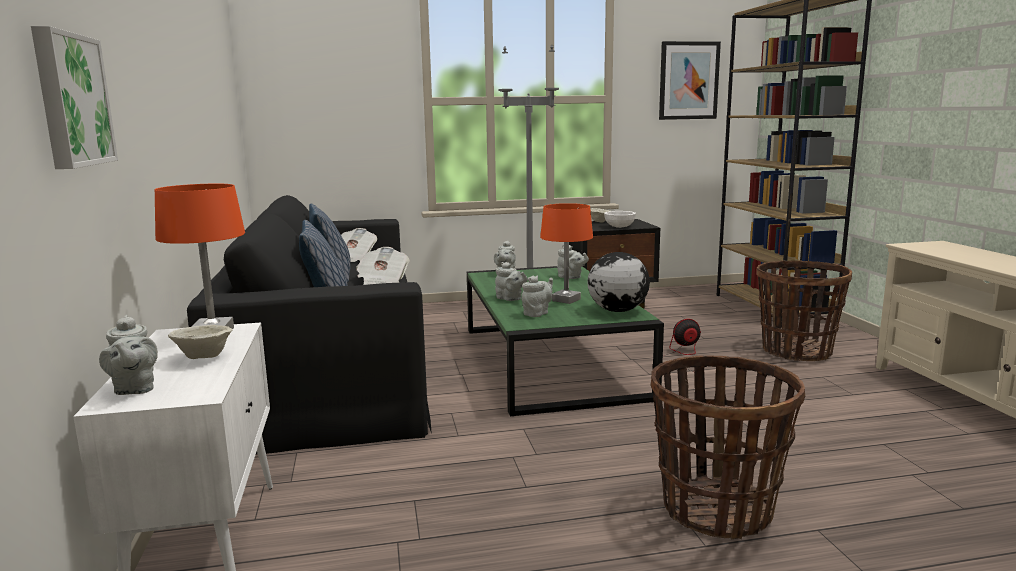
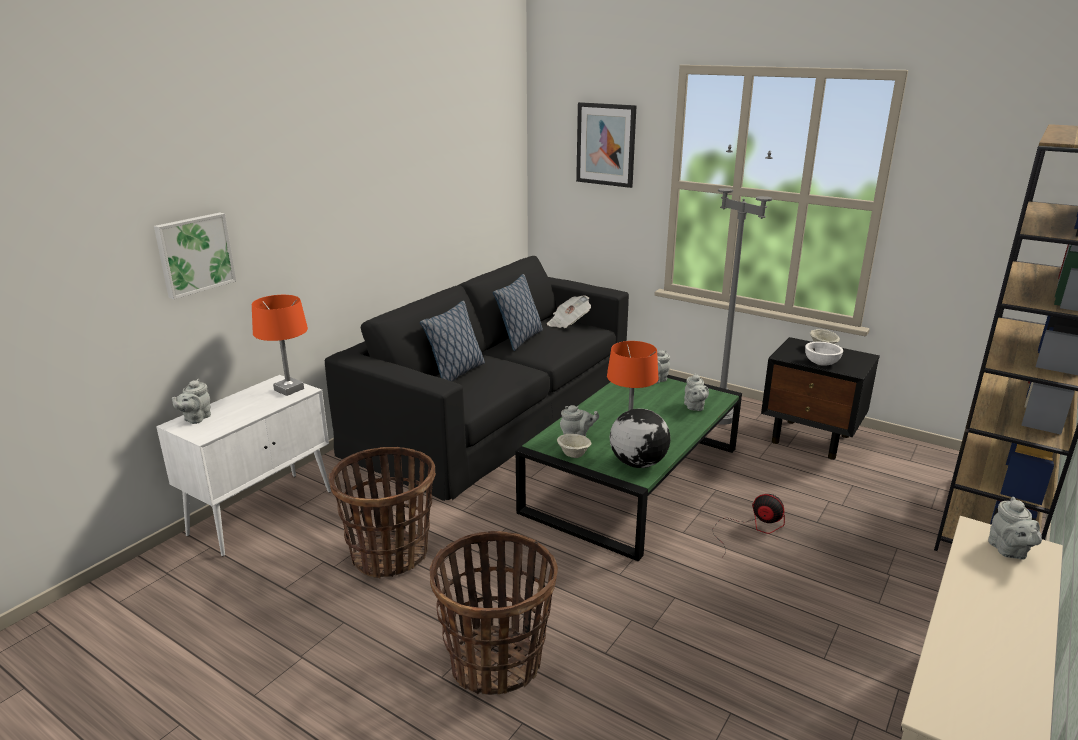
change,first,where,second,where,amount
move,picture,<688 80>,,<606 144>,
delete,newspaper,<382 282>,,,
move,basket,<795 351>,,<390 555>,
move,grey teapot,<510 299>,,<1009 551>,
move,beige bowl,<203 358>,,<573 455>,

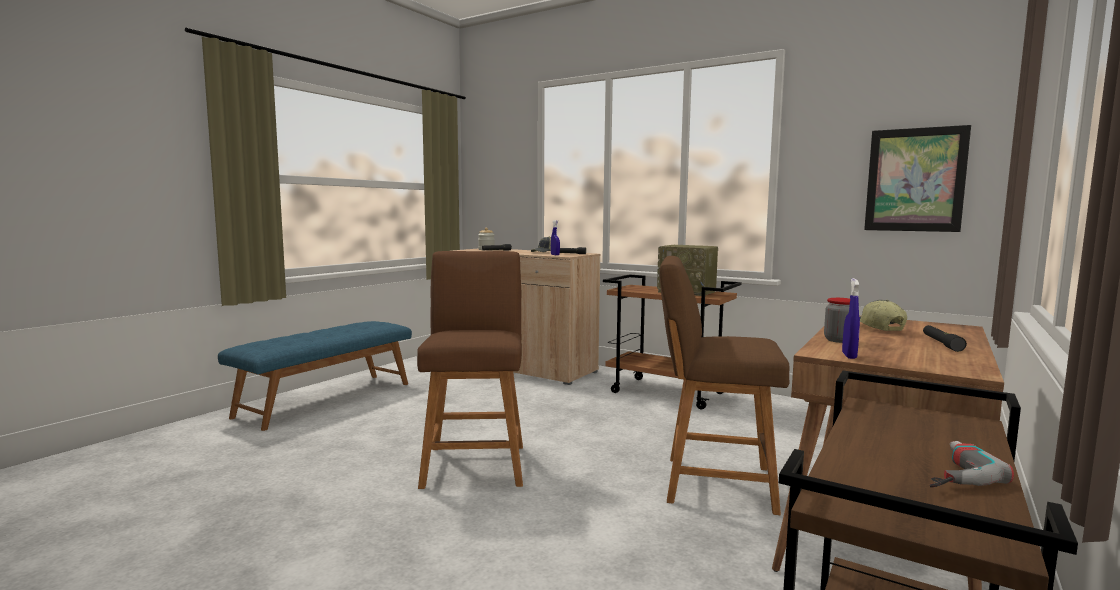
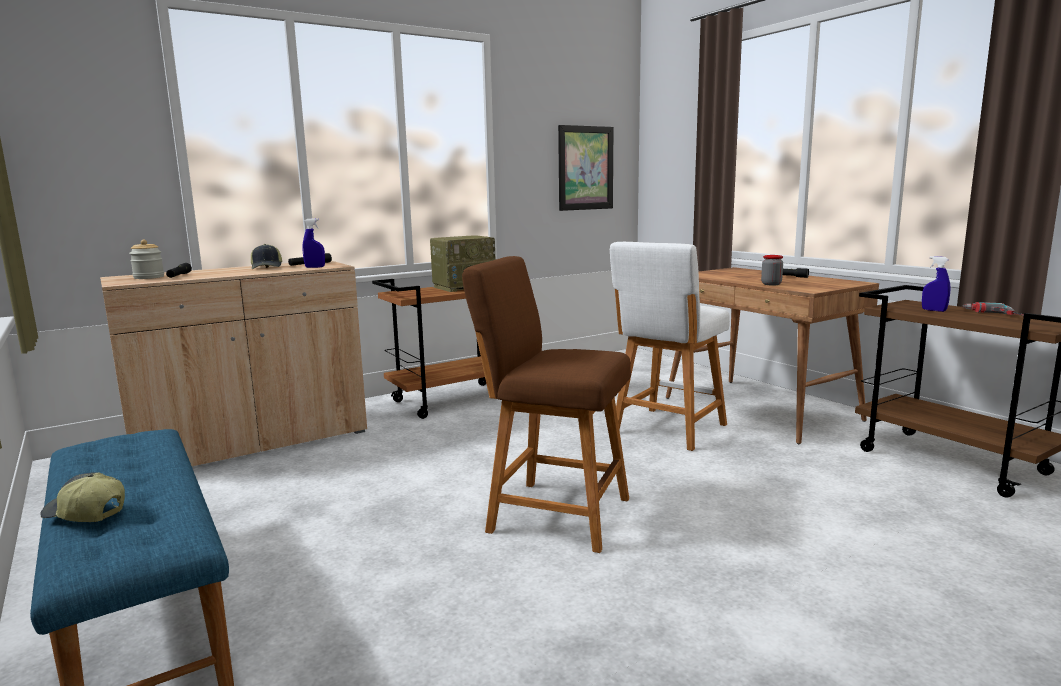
change,first,where,second,where,amount
recolor,brown stool,<712 483>,white stool,<667 430>,
move,blue spray bottle,<849 356>,,<934 310>,
move,cap,<876 328>,,<84 514>,

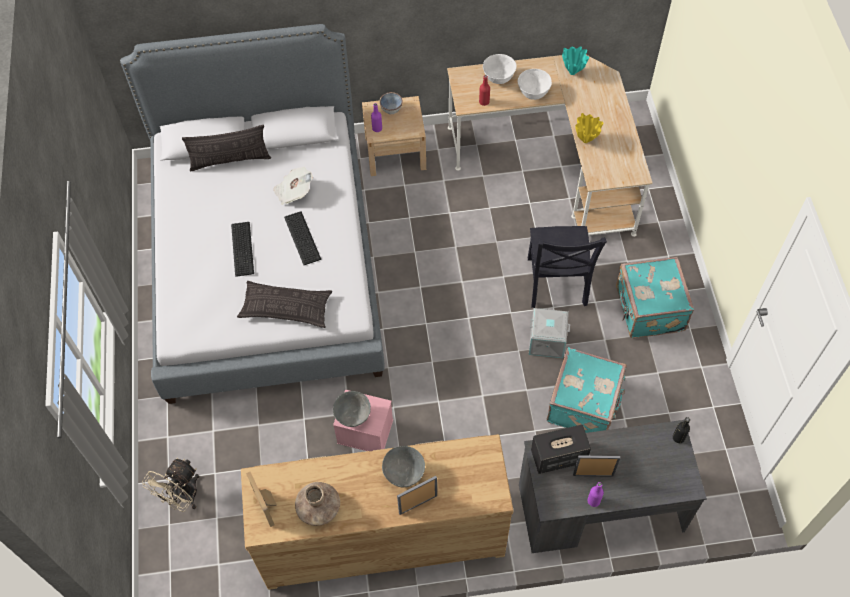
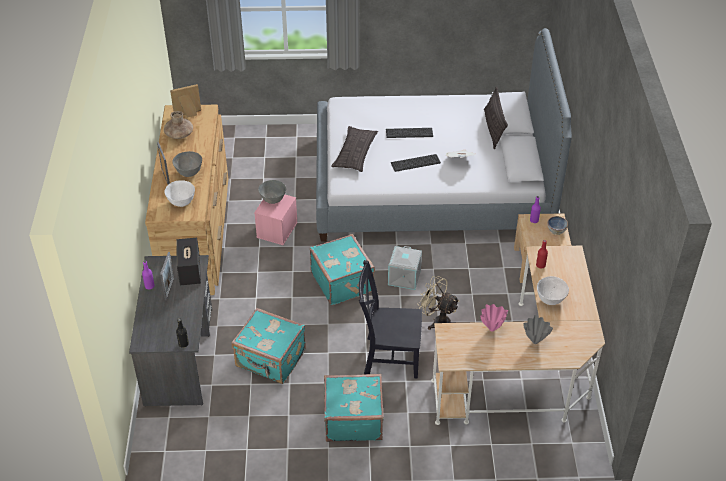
change,first,where,second,where,amount
delete,turquoise vase,<573 73>,,,
move,white bowl,<498 78>,,<182 202>,
recolor,yellow vase,<585 141>,pink vase,<491 329>,
move,grey storage box,<547 340>,,<405 277>,
move,beige fan,<182 497>,,<437 321>,
insert,,,turquoise suitcase,<343 281>,
insert,,,grey vase,<534 341>,

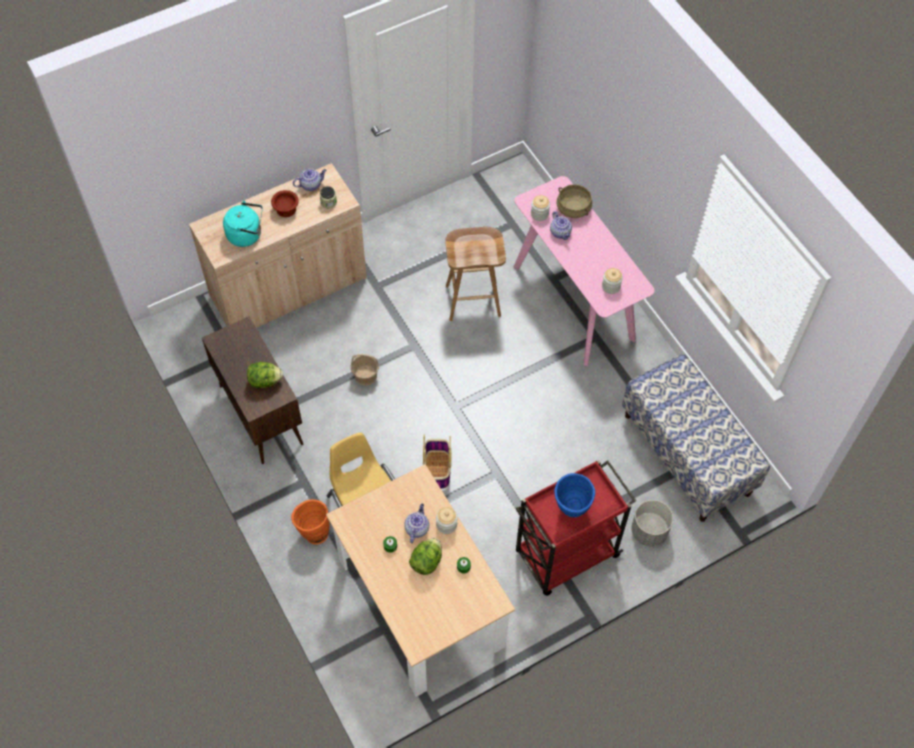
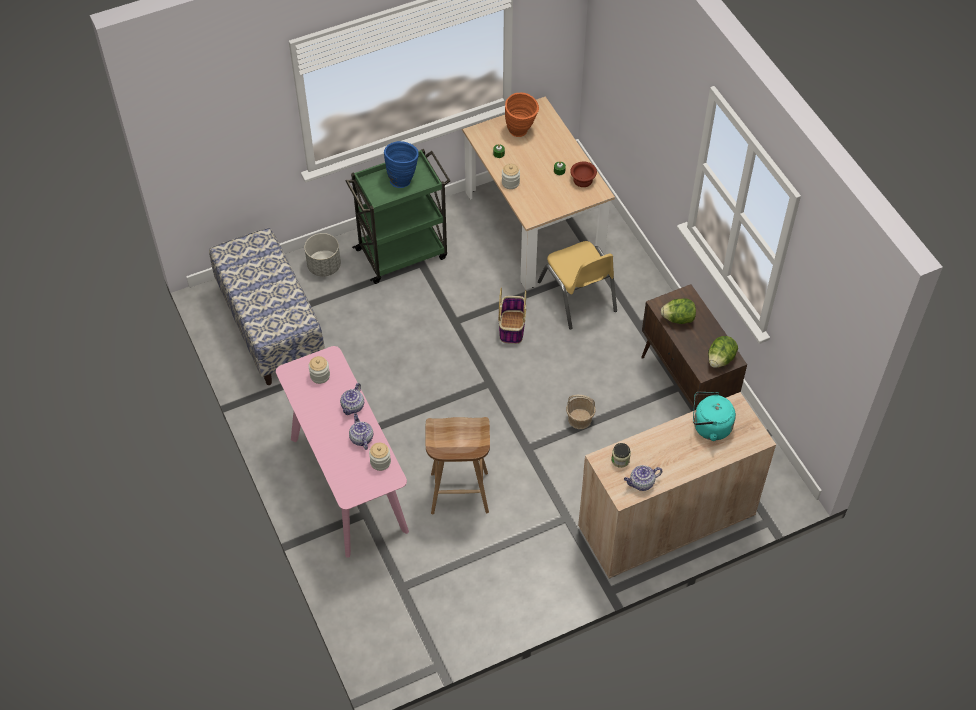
change,first,where,second,where,amount
delete,beige cooking pot,<573 208>,,,
move,brown bowl,<285 209>,,<583 180>,
recolor,red cart,<565 555>,green cart,<403 253>,
move,orange vase,<313 532>,,<521 132>,
move,teapot,<416 528>,,<353 407>,
move,lettuce,<426 561>,,<720 359>,

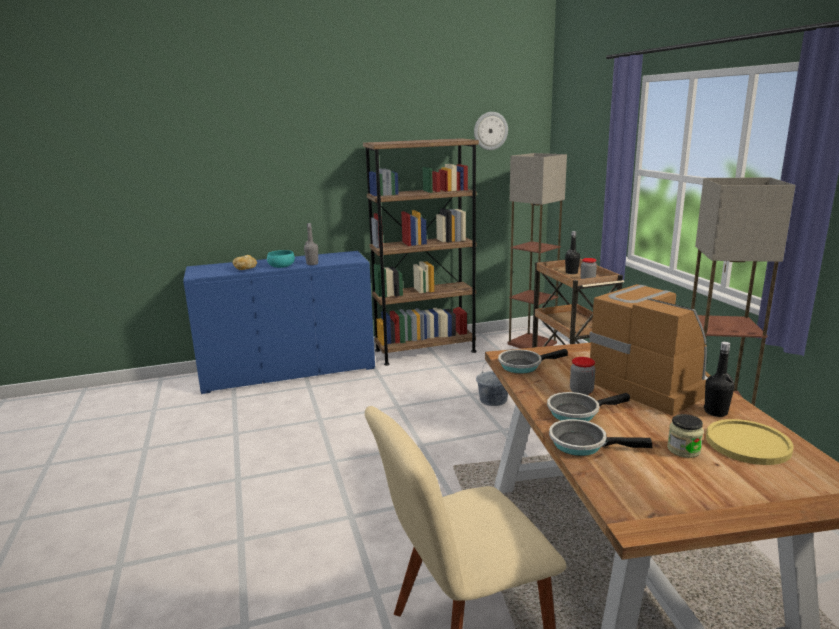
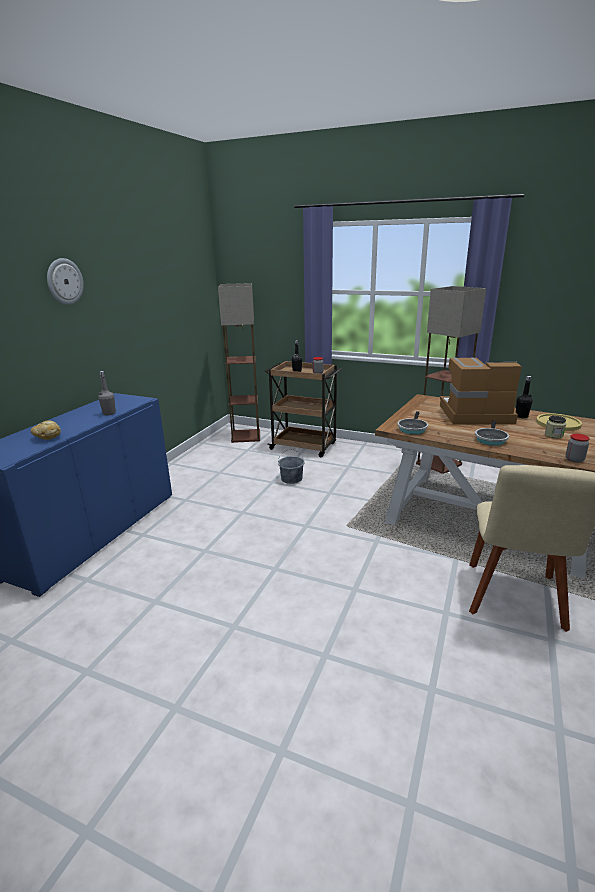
change,first,where,second,where,amount
move,wall clock,<490 131>,,<64 281>,
delete,brown bookcase,<425 351>,,,
delete,turquoise bowl,<281 266>,,,
move,jar,<581 392>,,<574 459>,
delete,frying pan,<582 444>,,,

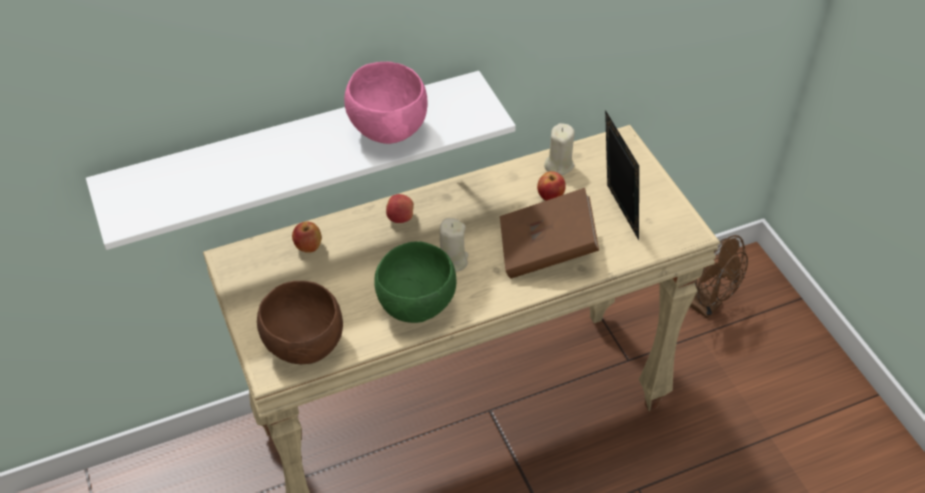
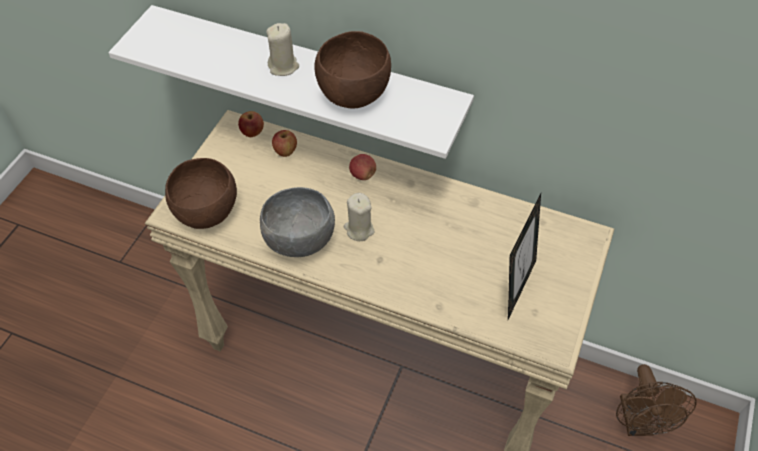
change,first,where,second,where,amount
recolor,pink bowl,<387 131>,brown bowl,<353 95>,
move,beige candle,<559 165>,,<283 66>,
move,apple,<550 196>,,<252 133>,
delete,brown book,<546 250>,,,
recolor,green bowl,<417 305>,grey bowl,<301 242>,

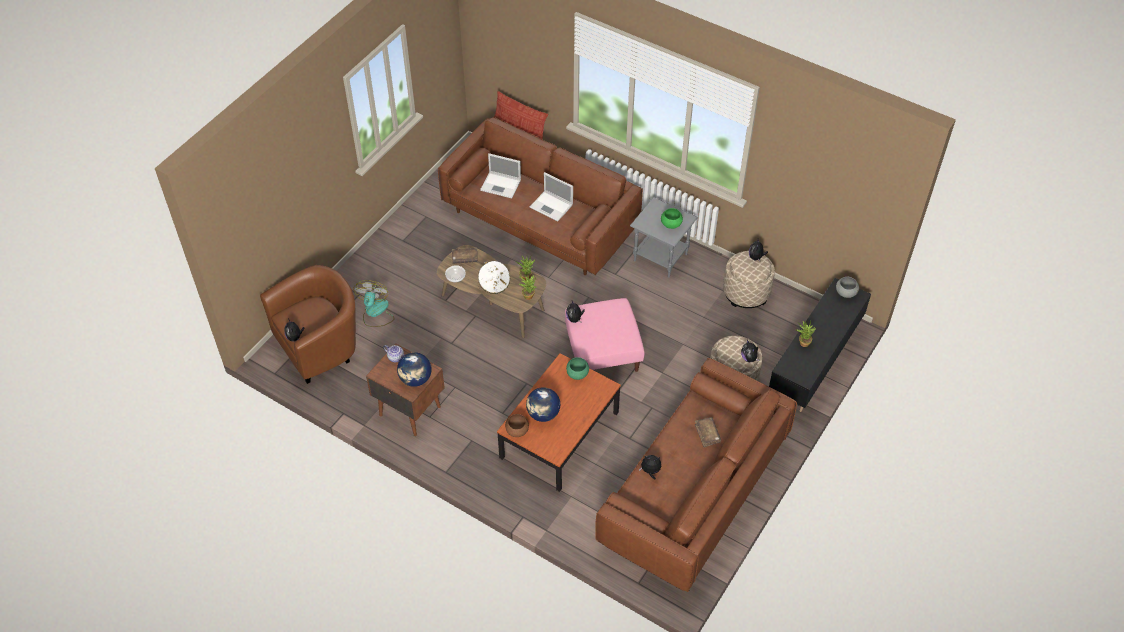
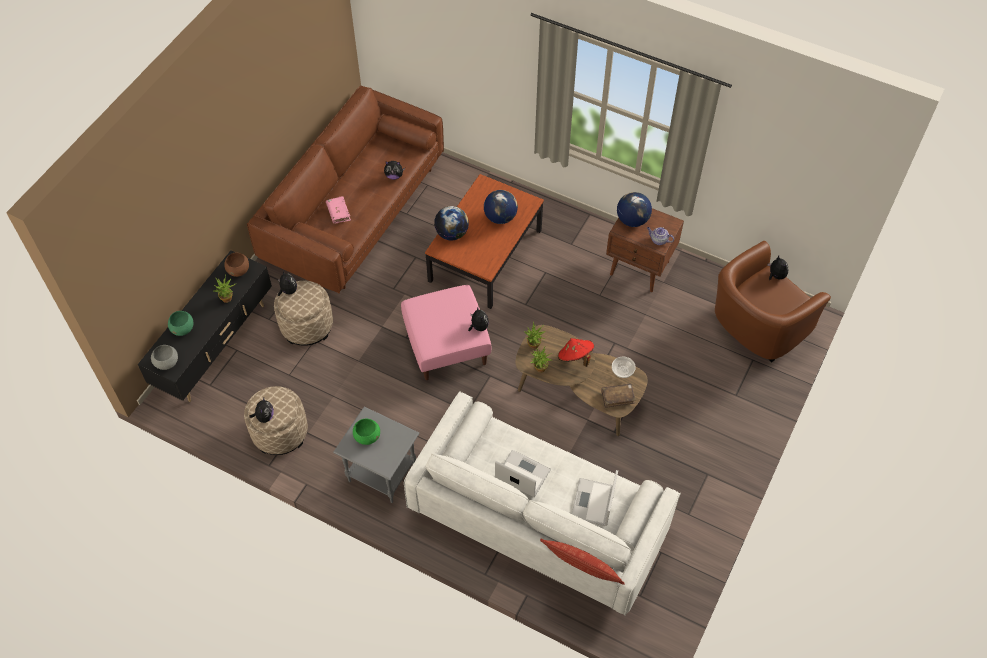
change,first,where,second,where,amount
recolor,brown sofa,<540 220>,white sofa,<539 520>,
rotate,laptop,<501 185>,,<593 503>,90 degrees counterclockwise
recolor,white hat,<494 284>,red hat,<575 357>,
delete,fan,<375 313>,,,
move,green bowl,<577 374>,,<183 328>,
move,brown bowl,<516 431>,,<238 270>,
recolor,brown book,<707 434>,pink book,<338 212>,
insert,,,globe,<452 233>,

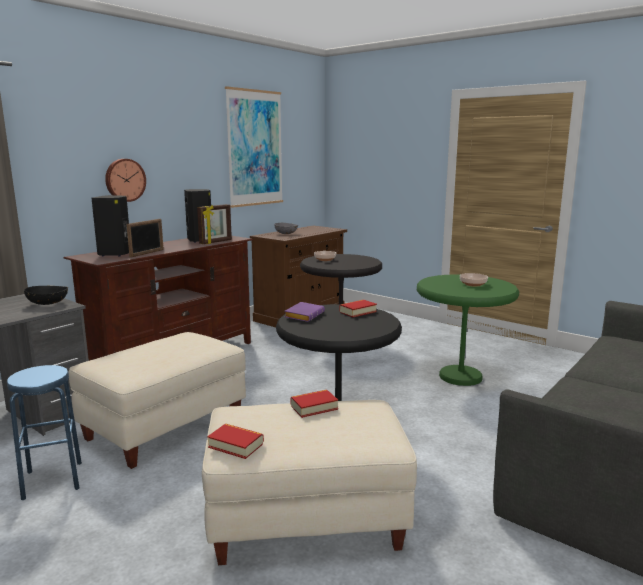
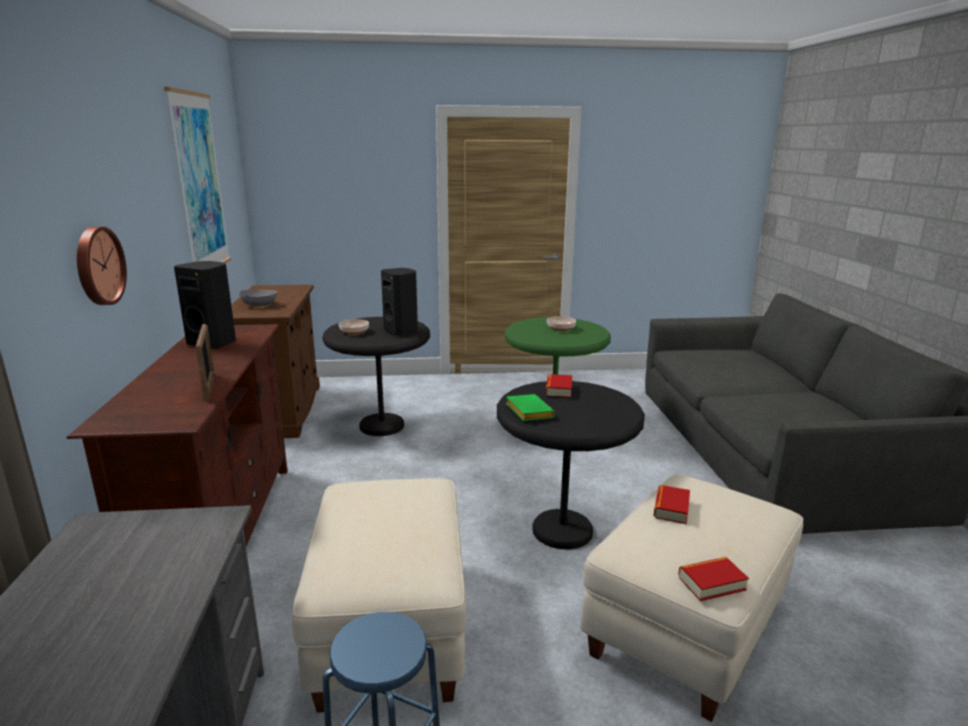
change,first,where,second,where,amount
move,black speaker,<116 254>,,<402 331>,
delete,picture frame,<216 242>,,,
delete,black bowl,<48 303>,,,
recolor,purple book,<304 315>,green book,<527 411>,

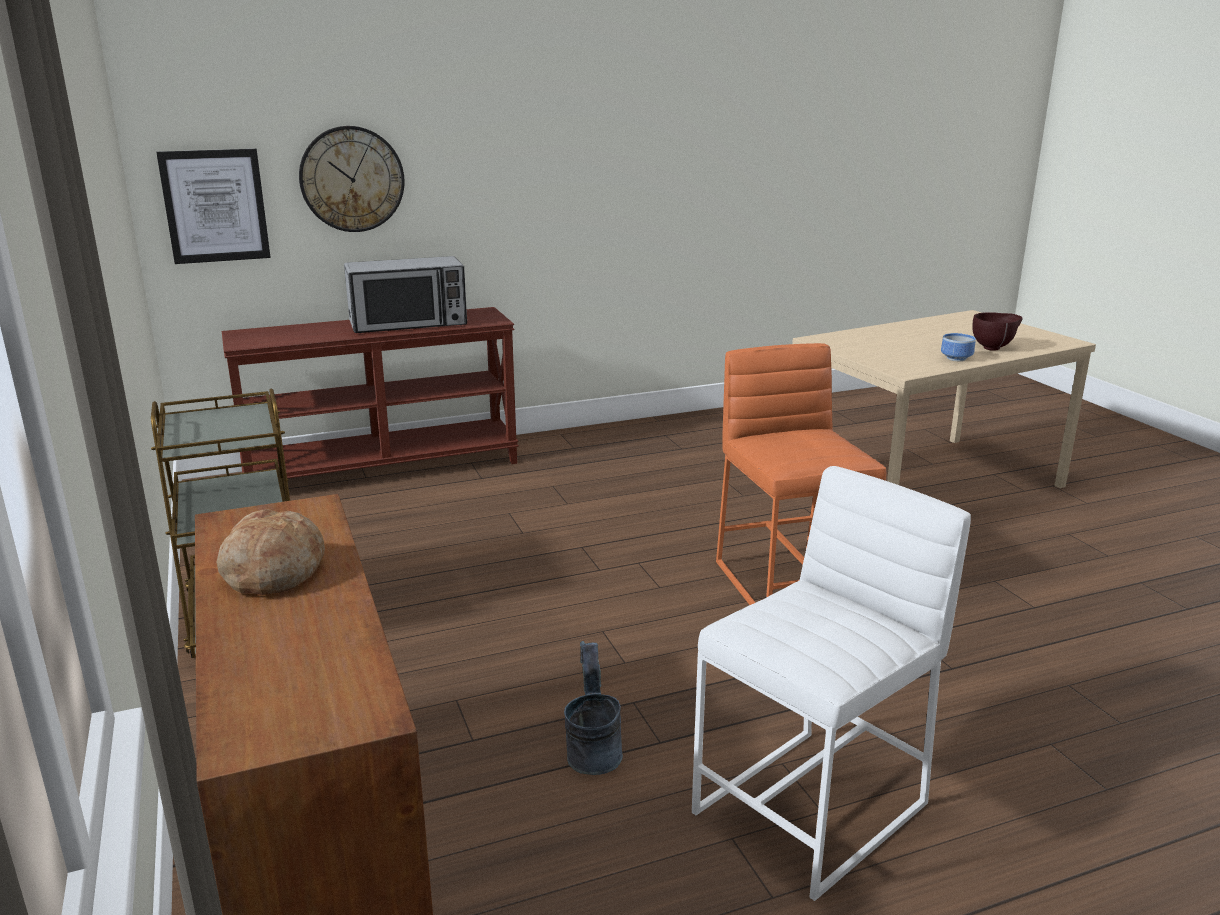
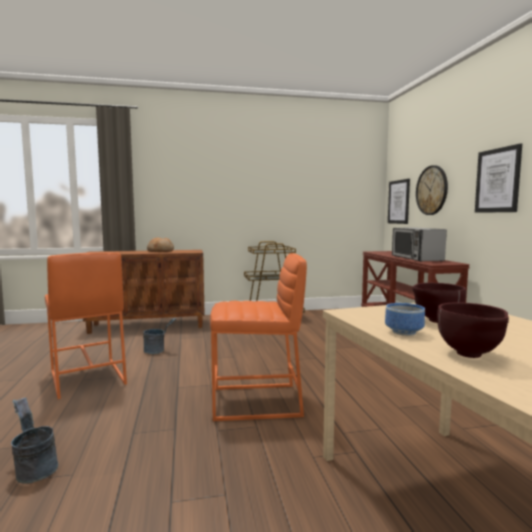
change,first,where,second,where,amount
recolor,white stool,<813 808>,orange stool,<86 378>,
insert,,,picture,<497 180>,
insert,,,brown bowl,<435 321>,
insert,,,grey bucket,<34 469>,

